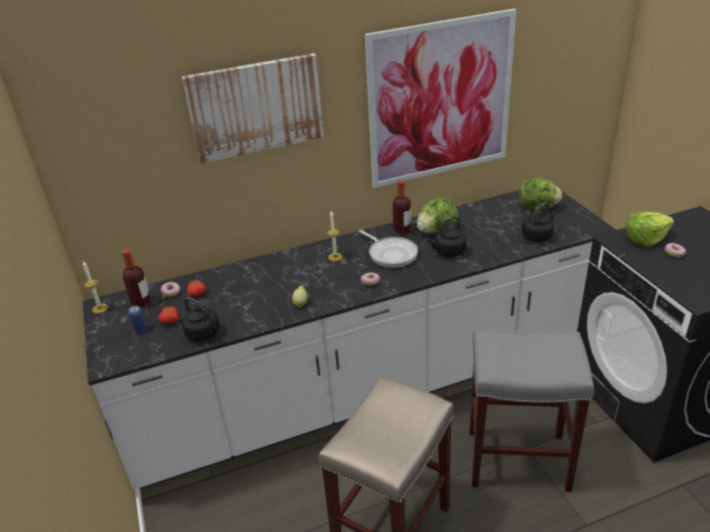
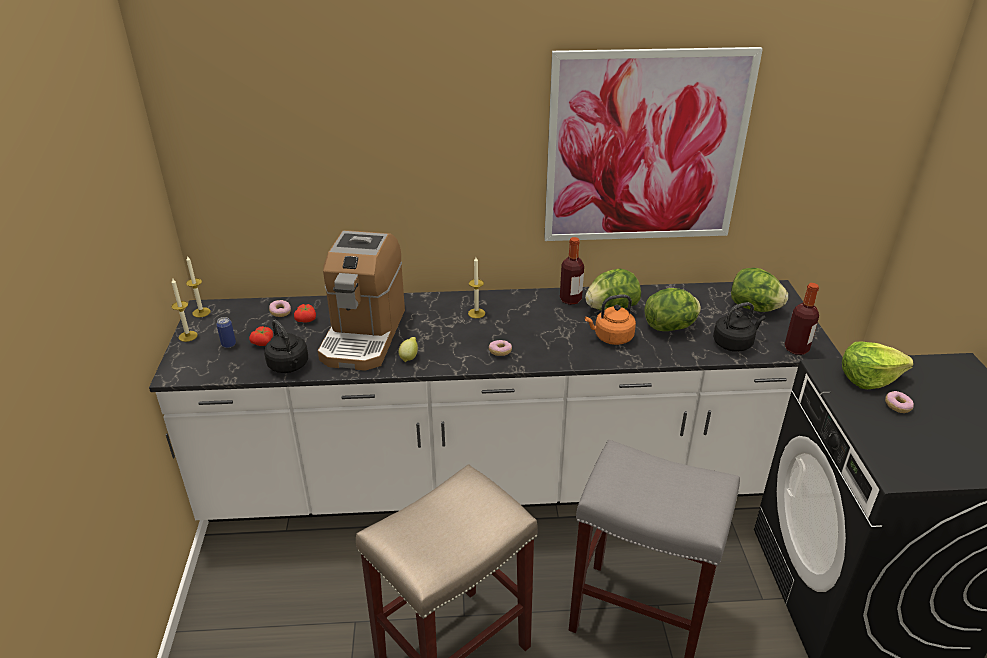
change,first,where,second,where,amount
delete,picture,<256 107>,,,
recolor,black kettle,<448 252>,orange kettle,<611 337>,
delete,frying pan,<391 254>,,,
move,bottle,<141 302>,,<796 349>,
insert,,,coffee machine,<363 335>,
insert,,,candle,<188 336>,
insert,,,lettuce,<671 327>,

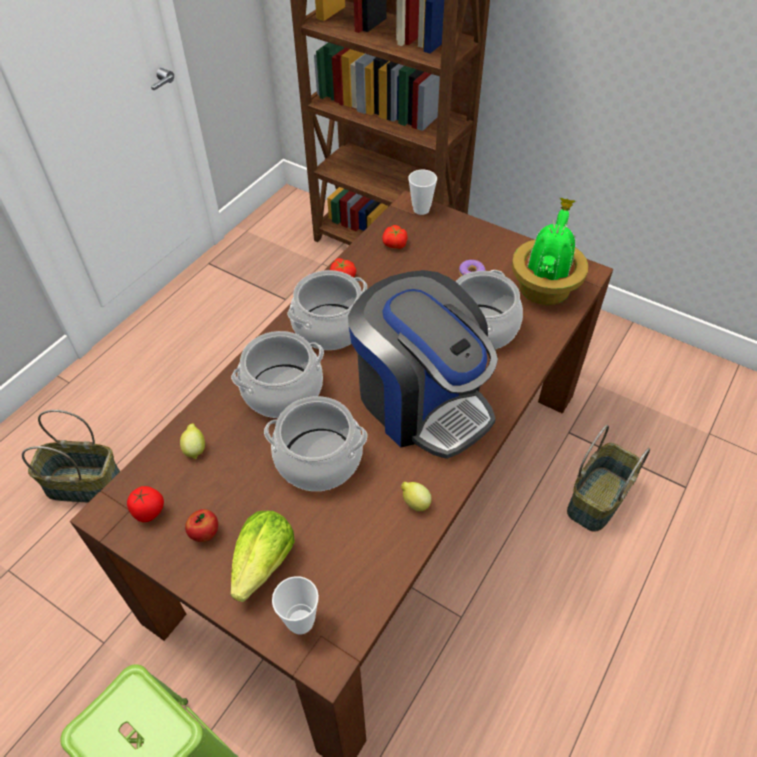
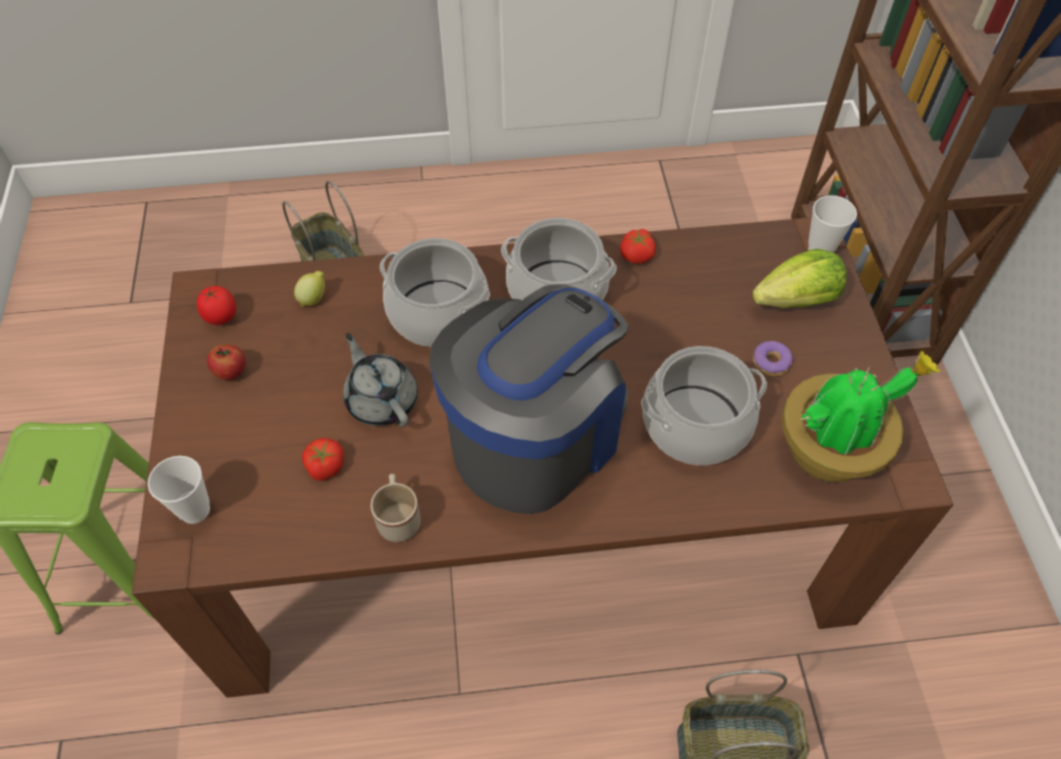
change,first,where,second,where,amount
move,tomato,<395 244>,,<325 466>,
rotate,coffee machine,<421 400>,,<535 437>,150 degrees counterclockwise
replace,cooking pot,<318 460>,grey teapot,<382 400>,
replace,lemon,<415 503>,beige mug,<398 517>,
move,lettuce,<264 563>,,<797 300>,

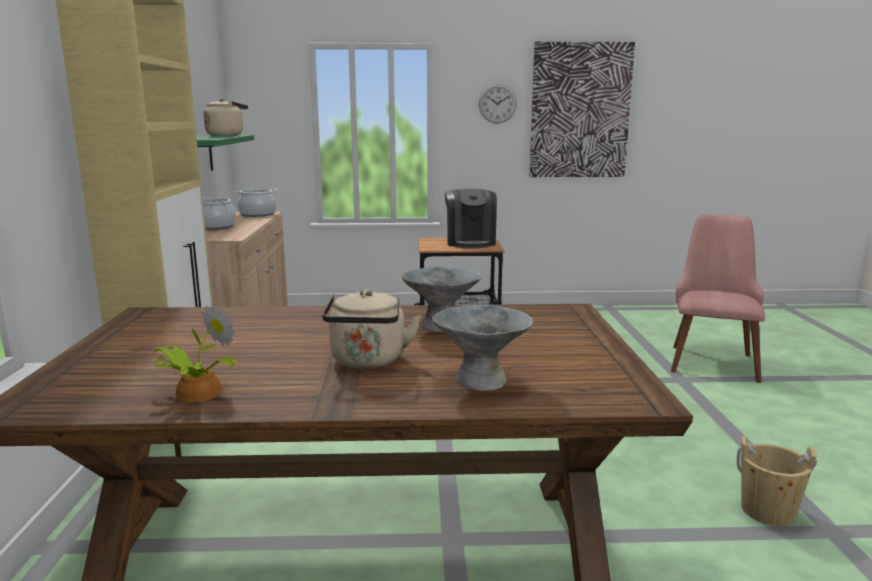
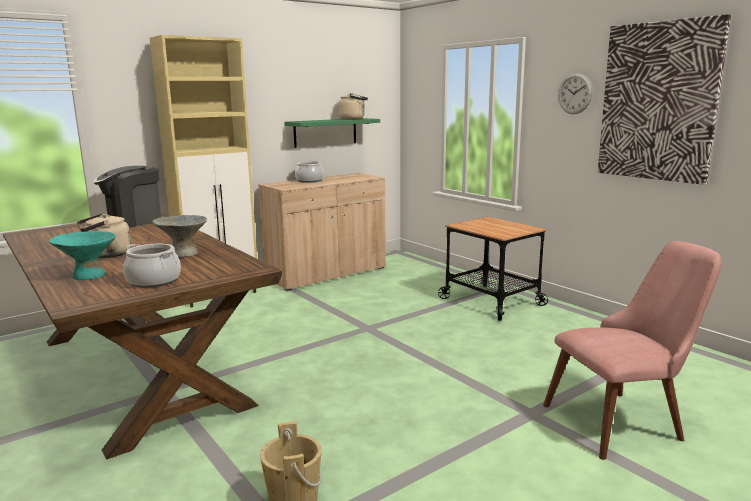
change,first,where,second,where,amount
move,cooking pot,<257 214>,,<154 281>,
move,coffee machine,<470 242>,,<132 221>,
delete,potted plant,<195 393>,,,
recolor,grey bowl,<480 380>,turquoise bowl,<89 275>,

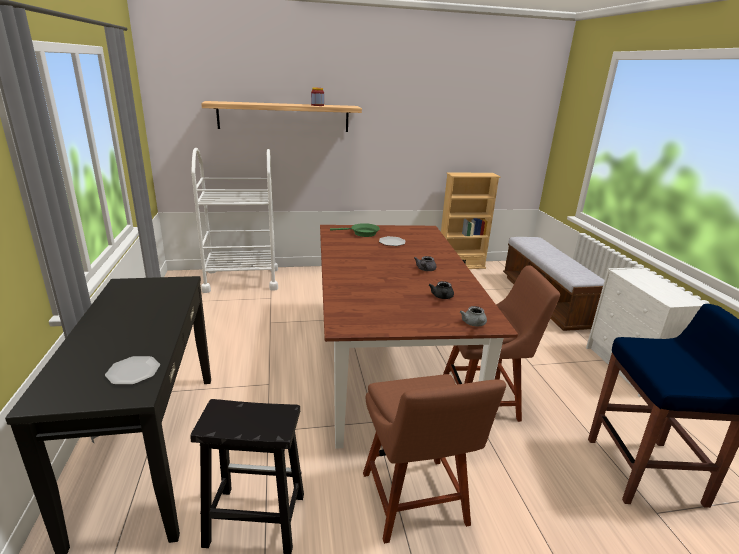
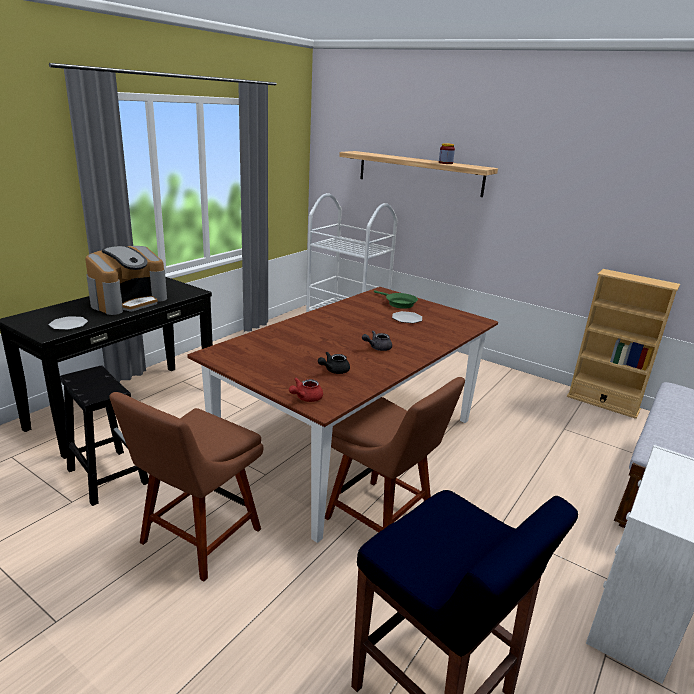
change,first,where,second,where,amount
recolor,grey teapot,<474 324>,red teapot,<305 398>,
insert,,,coffee machine,<128 301>,

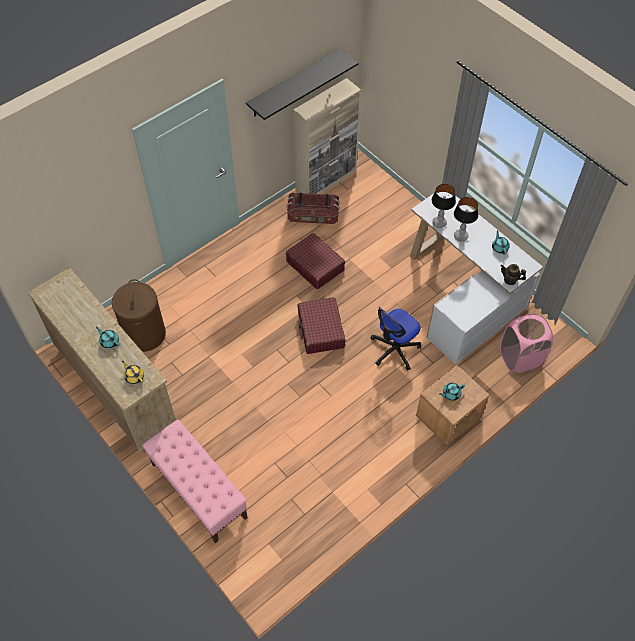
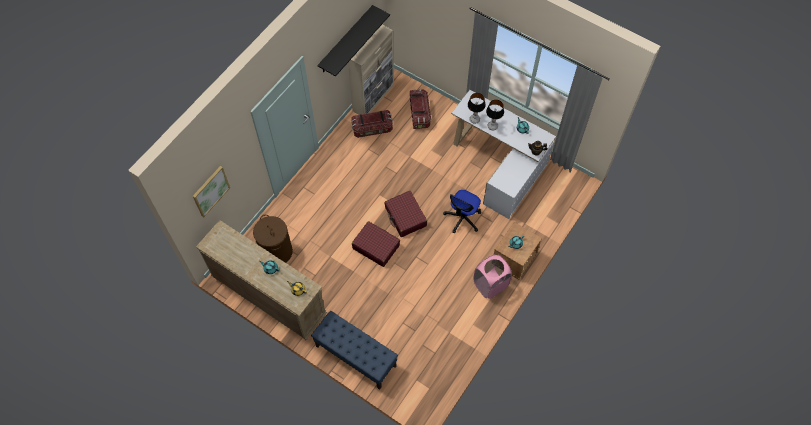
change,first,where,second,where,amount
move,red suitcase,<315 266>,,<376 246>,
move,pink laundry basket,<520 358>,,<490 285>,
recolor,pink bench,<198 490>,blue bench,<355 356>,
insert,,,storage box,<419 114>,
insert,,,picture,<210 191>,

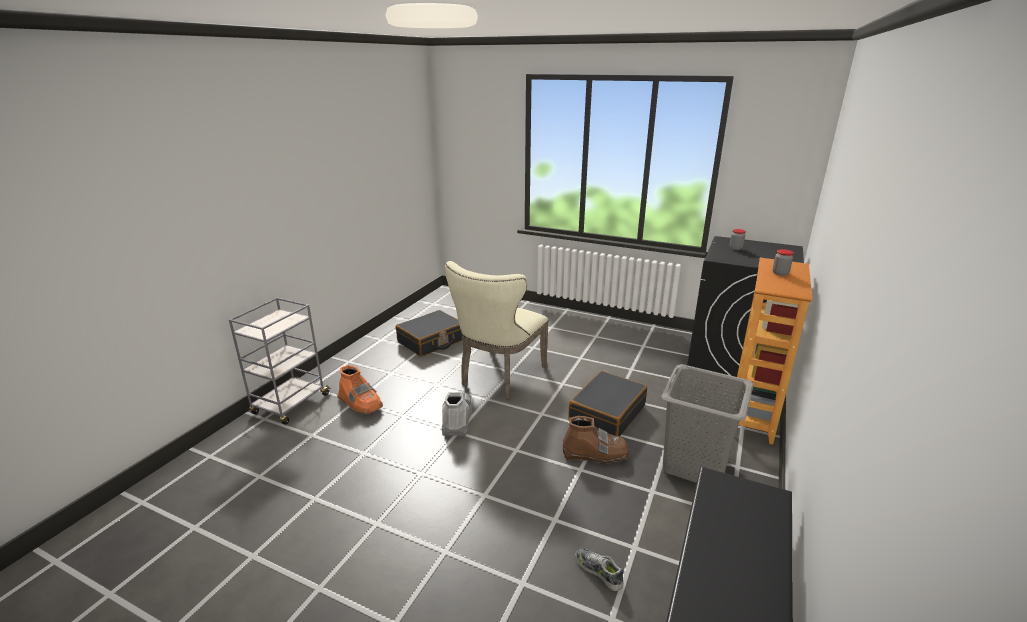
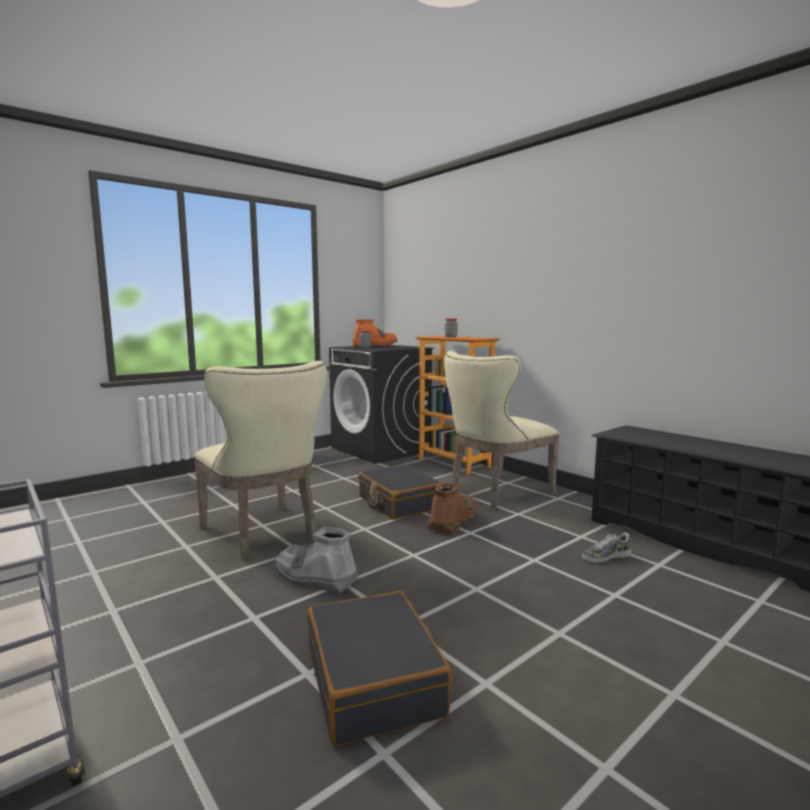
change,first,where,second,where,amount
move,black suitcase,<431 341>,,<374 680>,
replace,grey laundry basket,<694 464>,beige chair,<495 493>,
move,orange boot,<360 403>,,<375 346>,

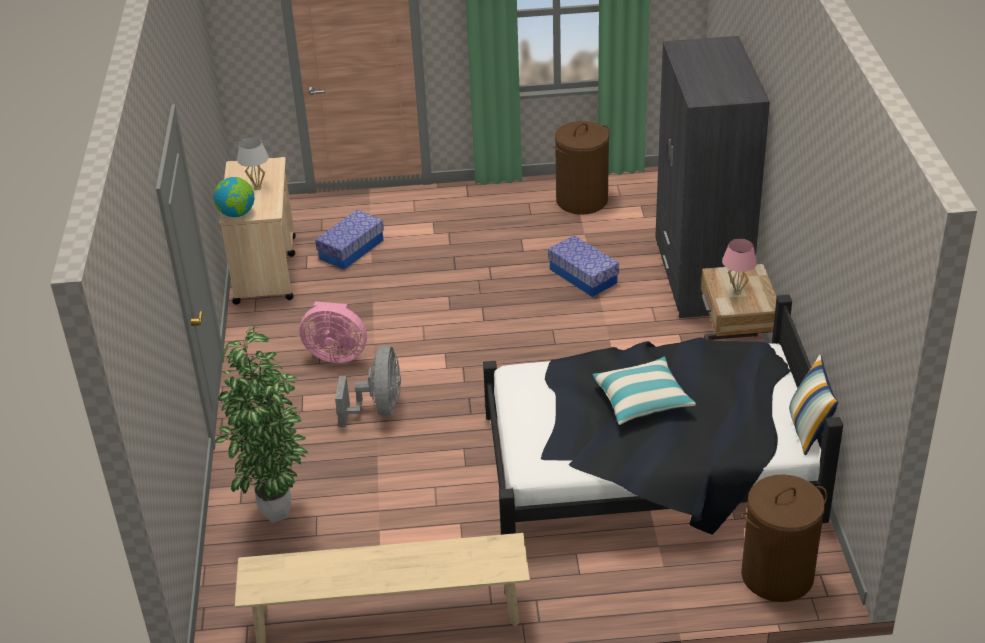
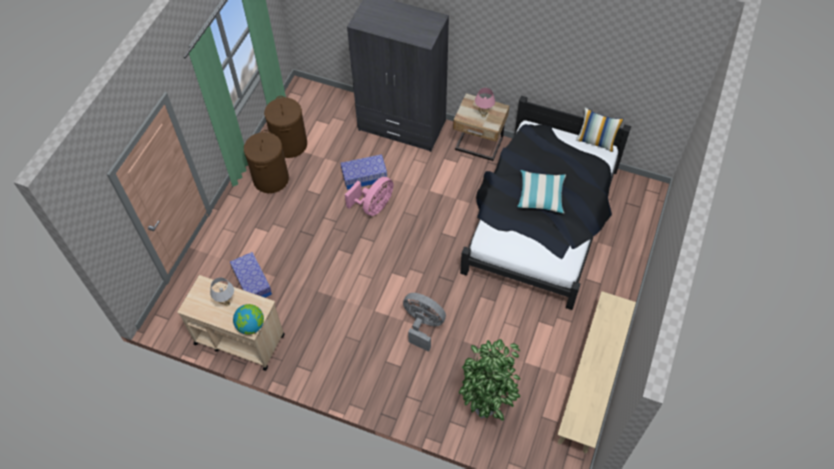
change,first,where,second,where,amount
move,pink fan,<336 354>,,<373 206>,
move,brown laundry basket,<777 575>,,<271 179>,

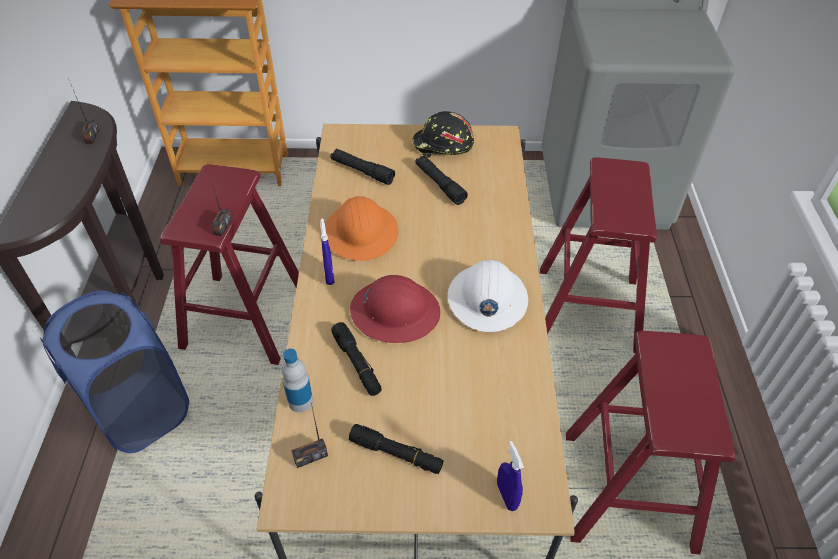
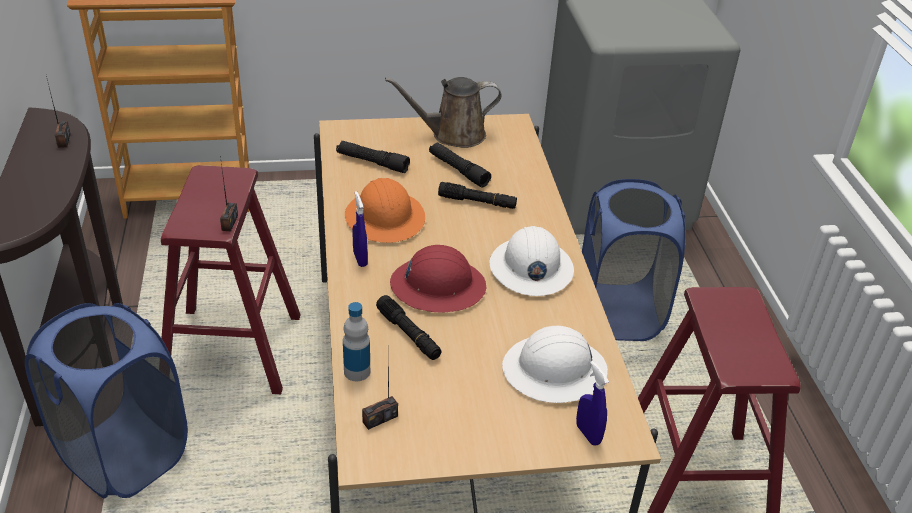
change,first,where,second,where,amount
replace,black hard hat,<442 145>,brown watering can,<453 135>,
replace,red stool,<587 309>,blue laundry basket,<618 313>,
move,black flashlight,<396 454>,,<477 202>,
insert,,,white hard hat,<554 371>,

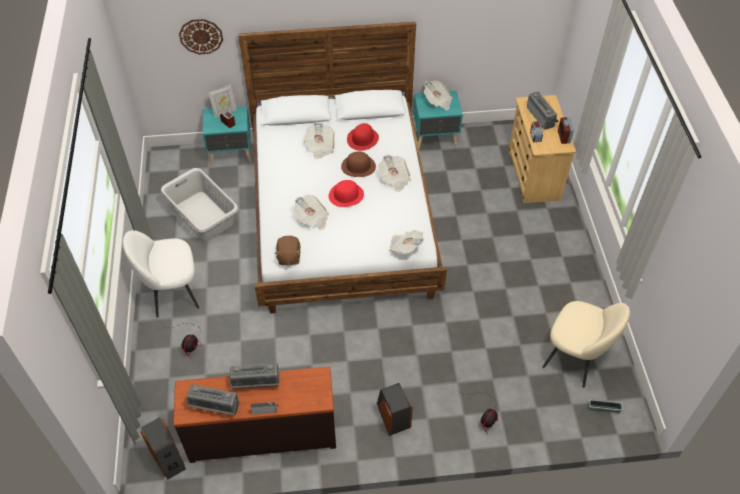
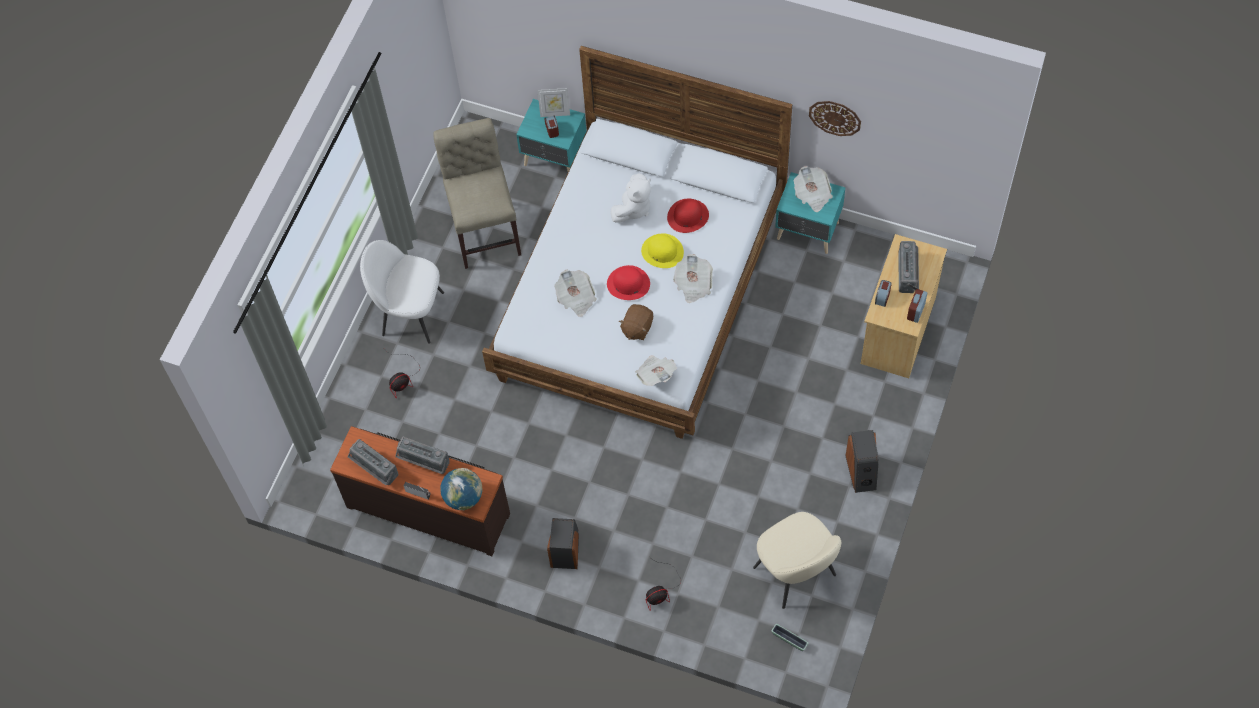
change,first,where,second,where,amount
move,wall clock,<201 36>,,<835 117>,
replace,newspaper,<320 147>,white plush toy,<633 208>,
recolor,brown hat,<358 166>,yellow hat,<662 251>,
replace,grey laundry basket,<203 215>,beige chair,<485 230>,
move,brown plush toy,<288 257>,,<637 328>,
move,speaker,<168 458>,,<862 471>,
insert,,,globe,<463 497>,

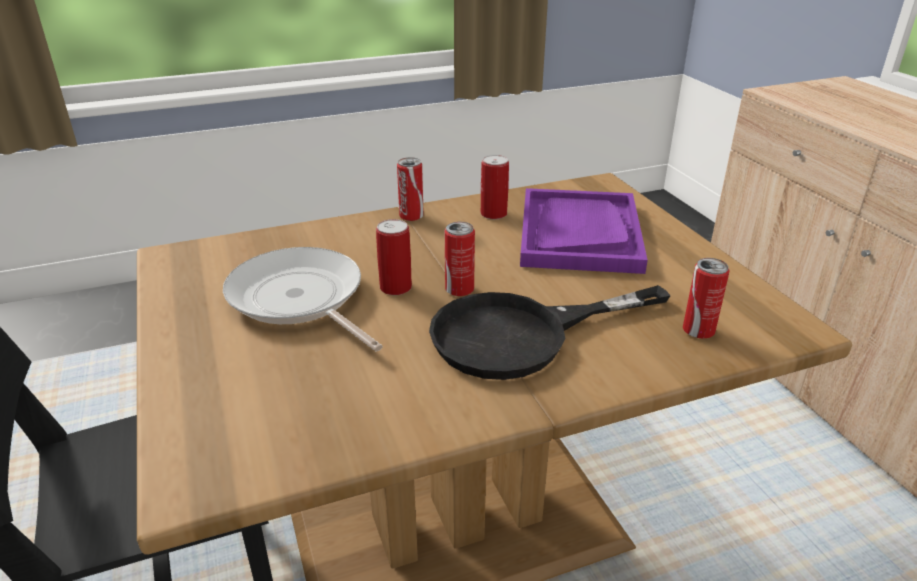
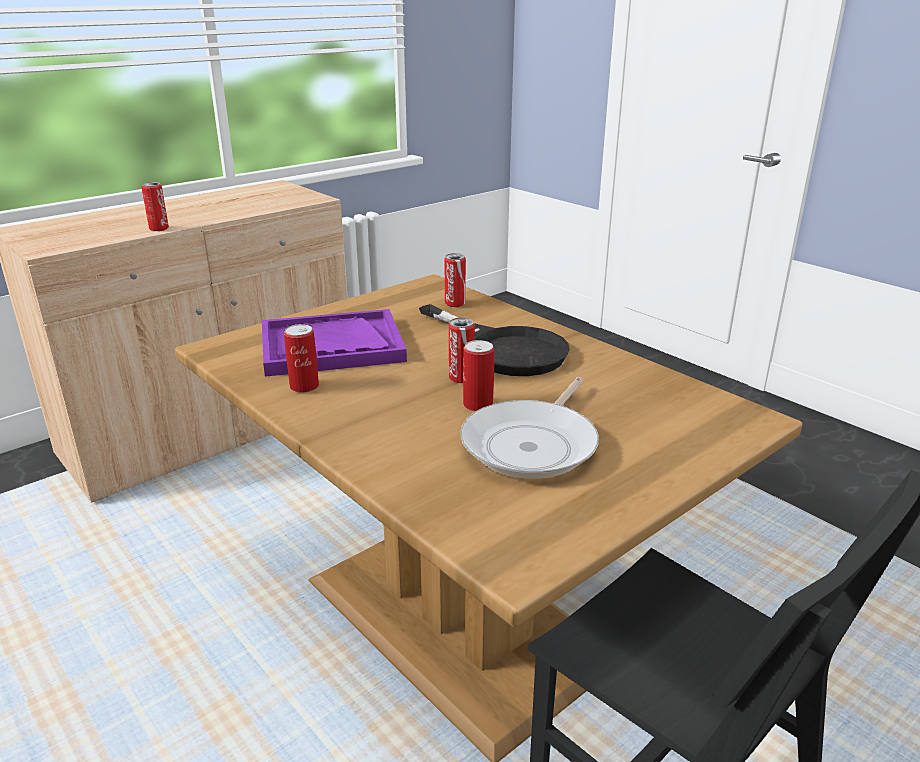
change,first,where,second,where,amount
move,can,<411 216>,,<159 229>,

